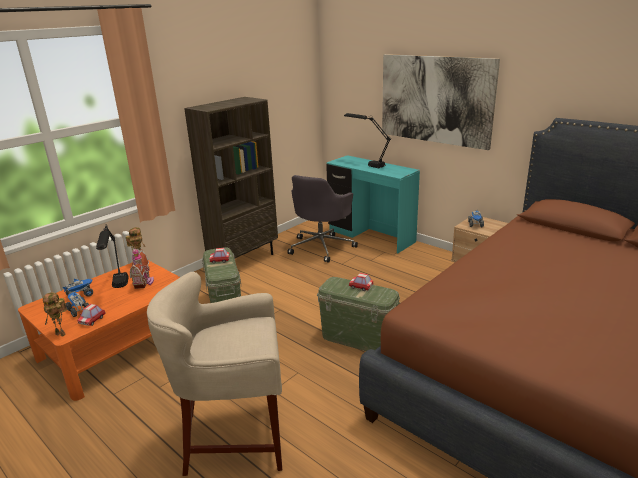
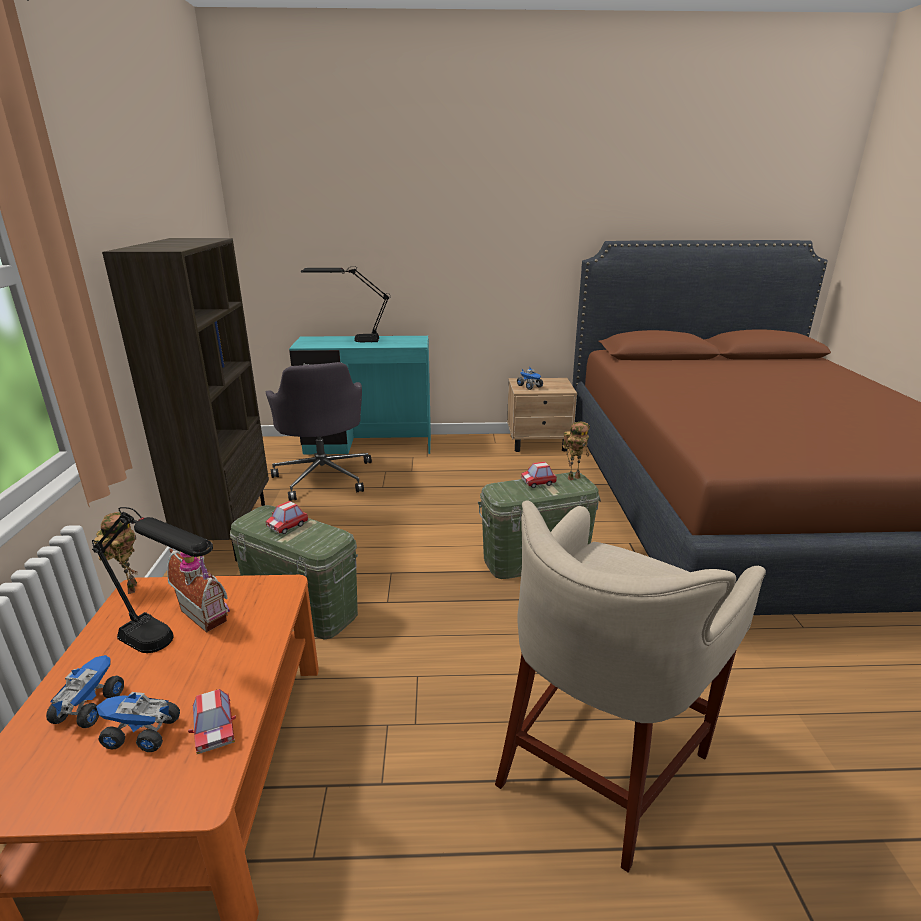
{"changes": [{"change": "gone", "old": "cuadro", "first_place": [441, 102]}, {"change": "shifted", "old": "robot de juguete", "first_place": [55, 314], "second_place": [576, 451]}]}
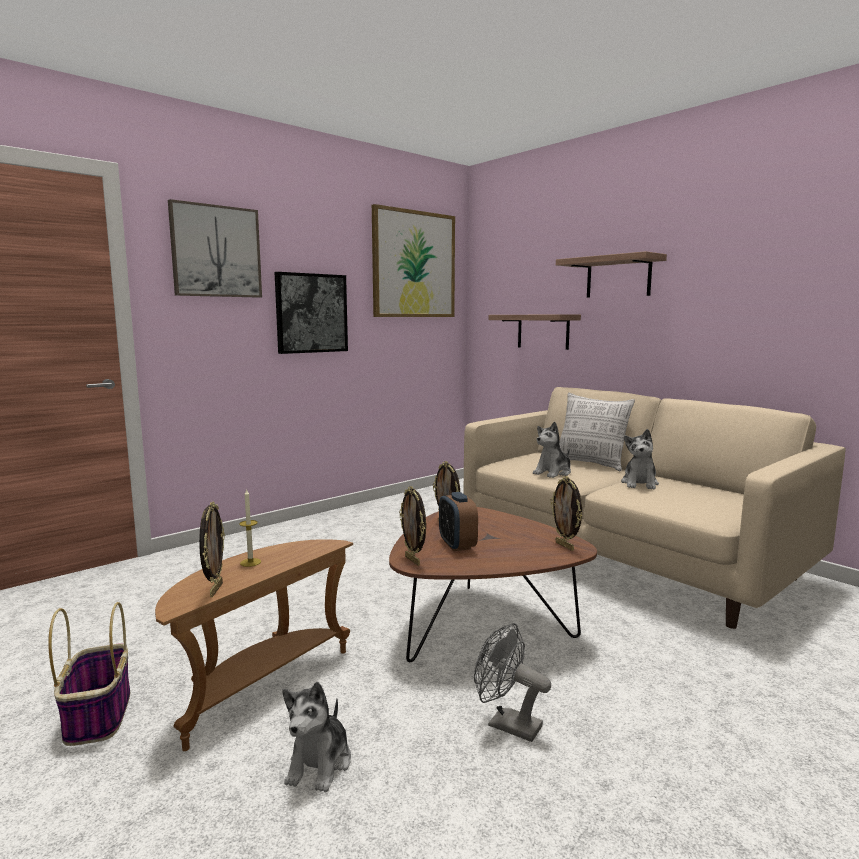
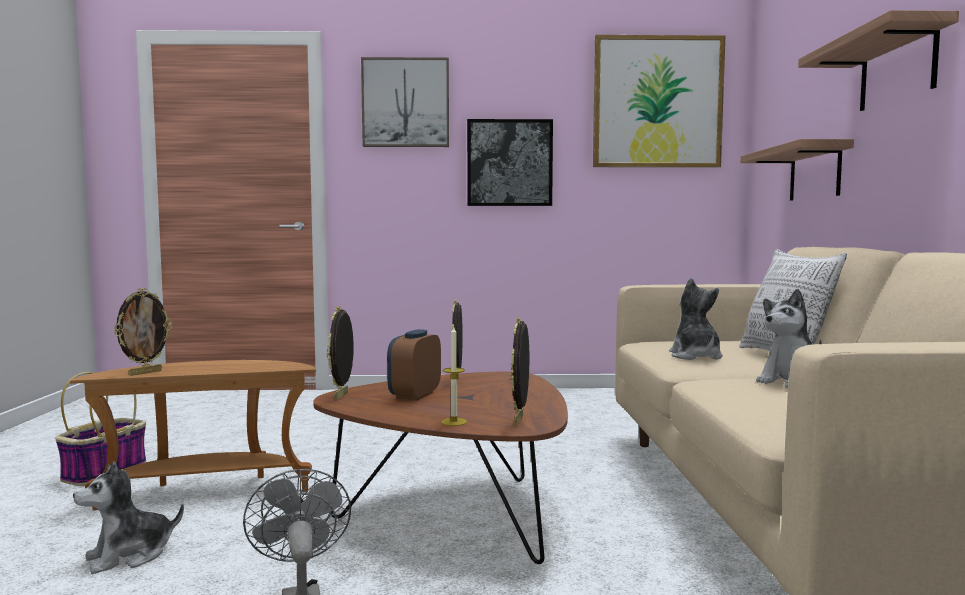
{"changes": [{"change": "shifted", "old": "vela", "first_place": [250, 528], "second_place": [454, 376]}, {"change": "rotated", "old": "peluche", "first_place": [552, 450], "second_place": [696, 319], "degrees": 90}]}
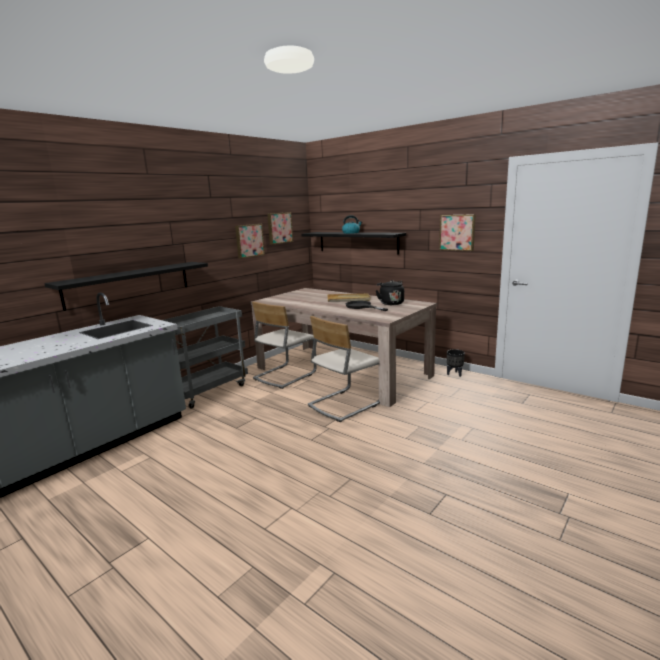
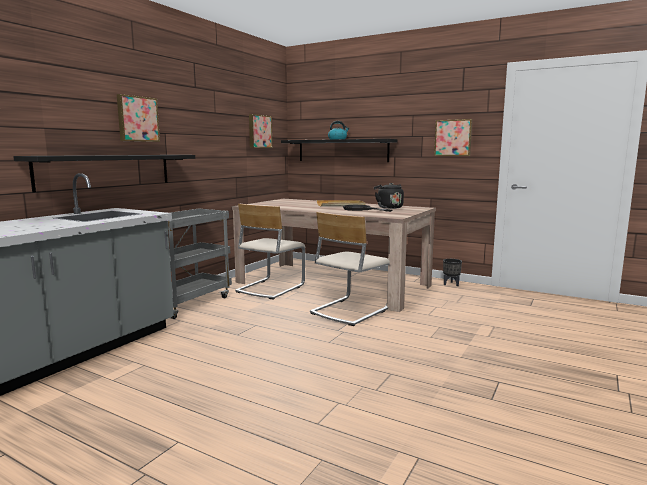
{"changes": [{"change": "shifted", "old": "cuadro", "first_place": [250, 241], "second_place": [138, 118]}]}
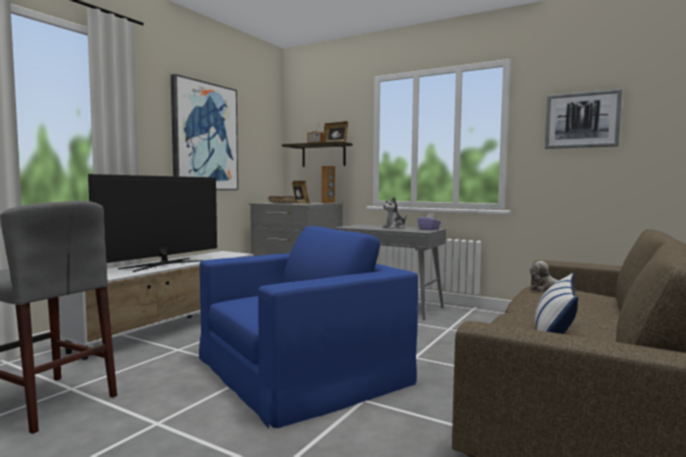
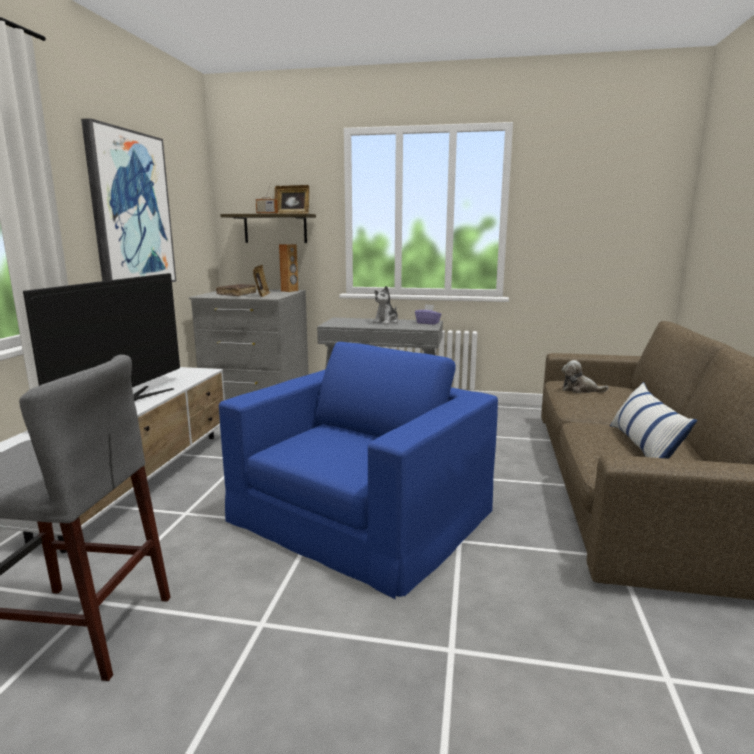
{"changes": [{"change": "gone", "old": "cuadro", "first_place": [583, 119]}]}
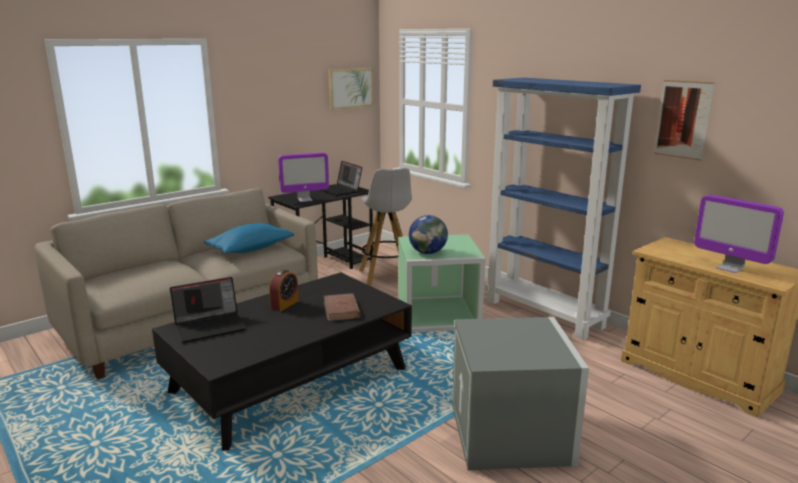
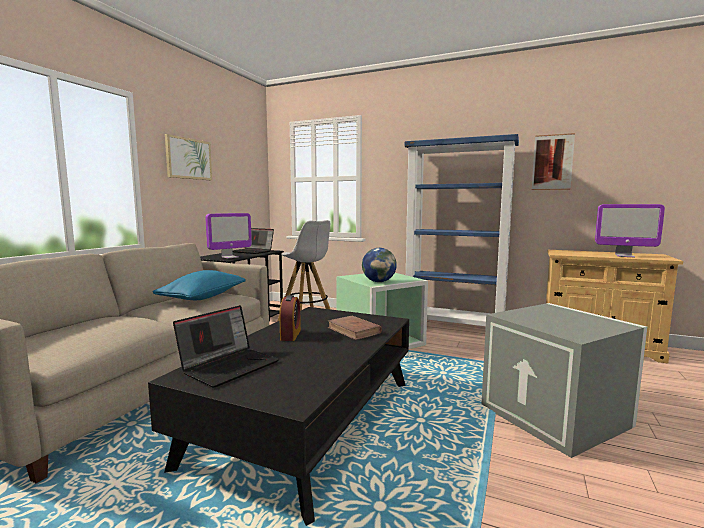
{"changes": [{"change": "shifted", "old": "cuadro", "first_place": [351, 89], "second_place": [188, 157]}]}
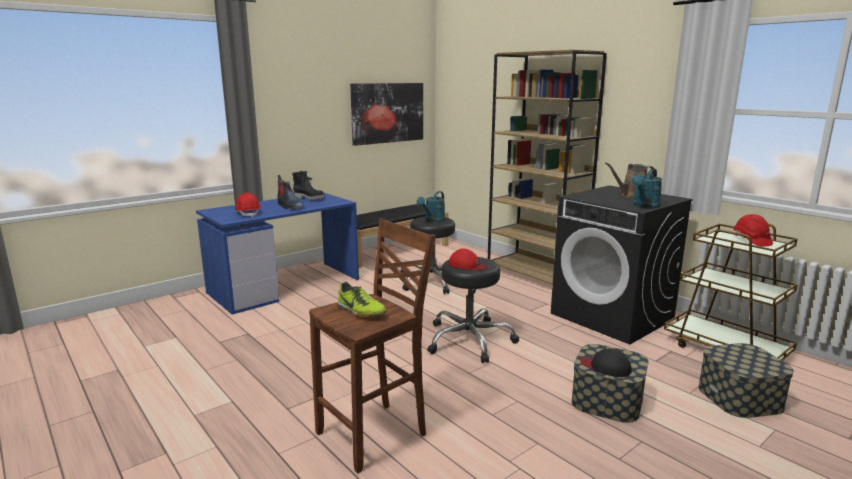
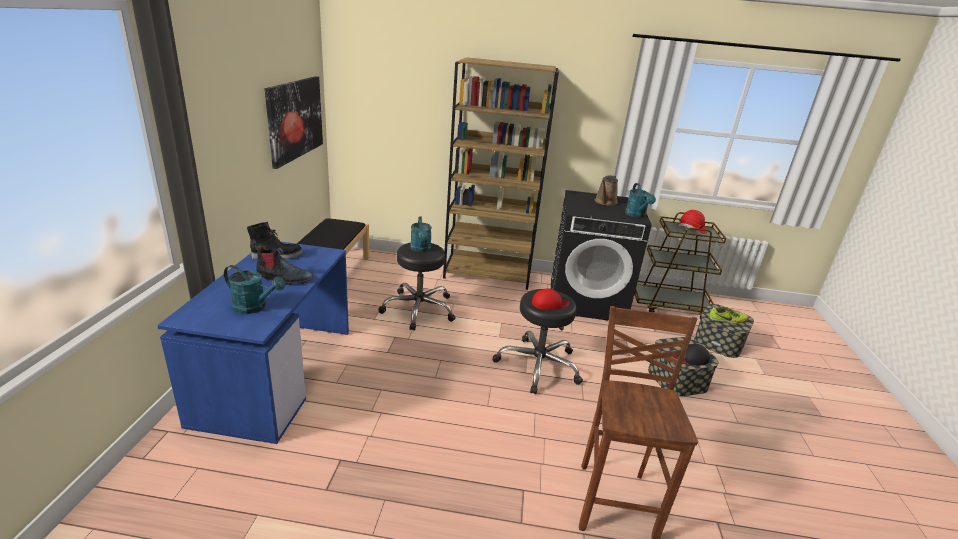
{"changes": [{"change": "shifted", "old": "zapato", "first_place": [362, 299], "second_place": [728, 314]}, {"change": "swapped", "old": "casco [rojo]", "new": "regadera [turquesa]", "first_place": [248, 205], "second_place": [254, 289]}]}
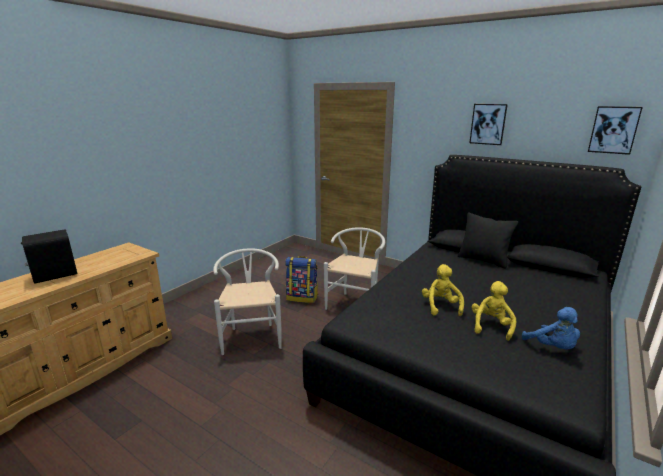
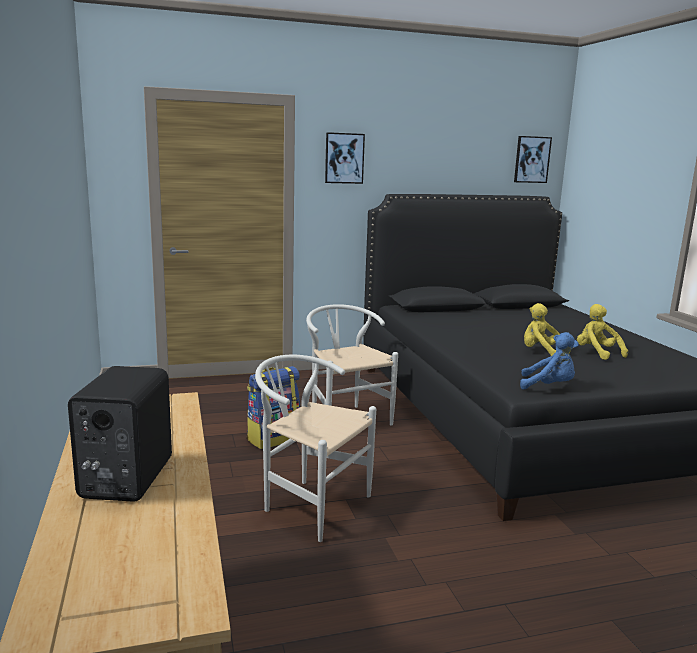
{"changes": [{"change": "gone", "old": "cojín [negro]", "first_place": [488, 240]}, {"change": "shifted", "old": "cuadro", "first_place": [488, 124], "second_place": [345, 158]}, {"change": "shifted", "old": "peluche [azul]", "first_place": [551, 328], "second_place": [549, 361]}]}
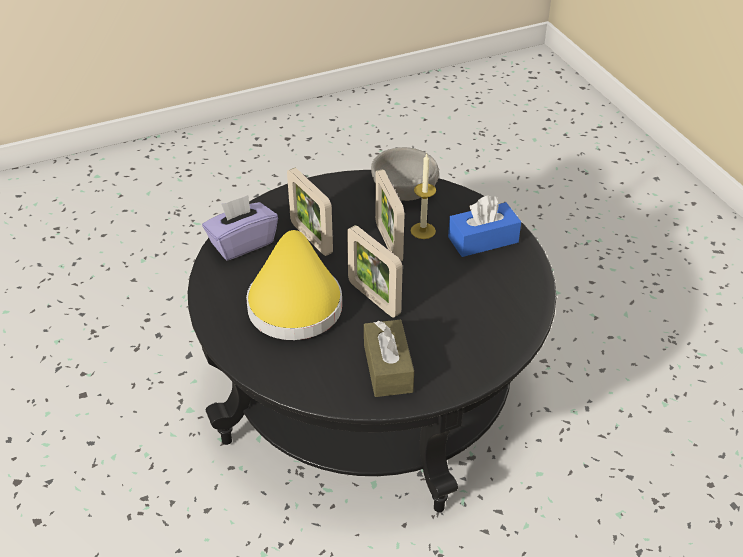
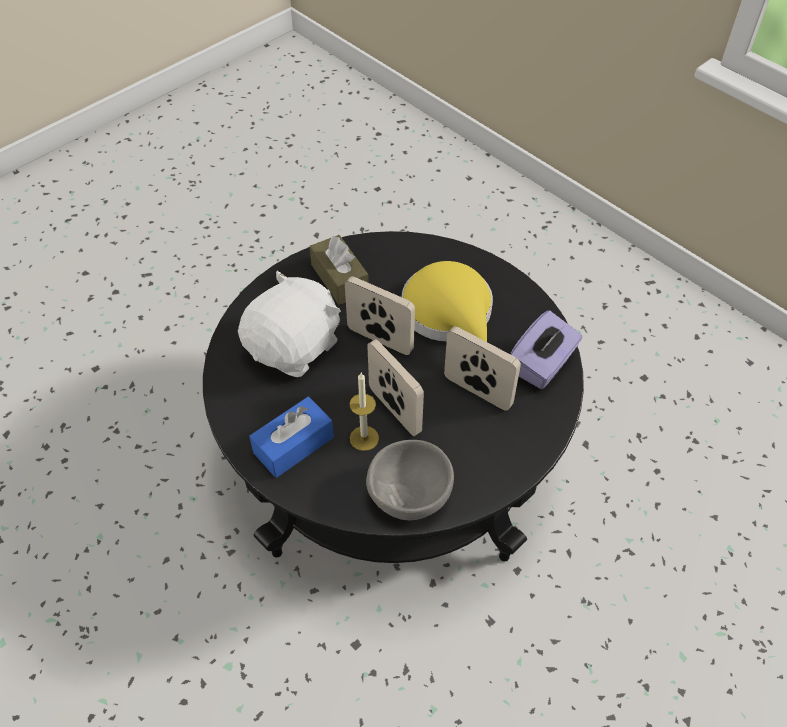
{"changes": [{"change": "new", "new": "peluche [blanco]", "second_place": [289, 324]}]}
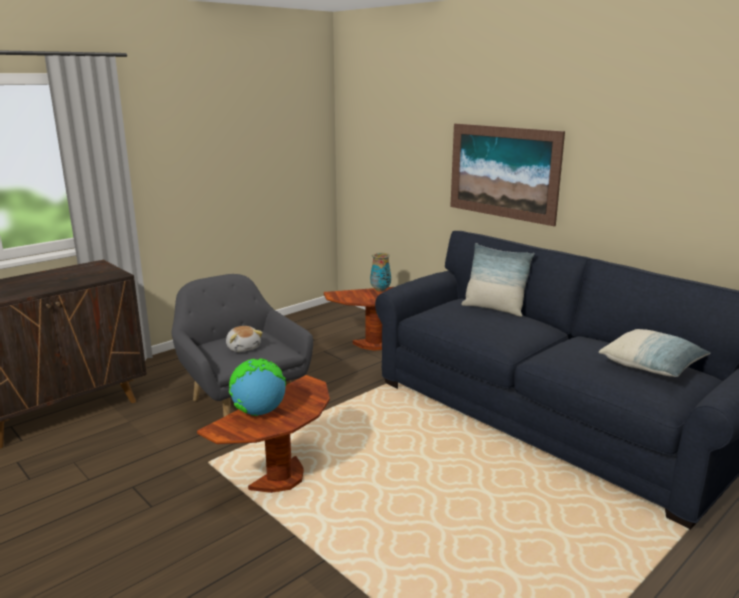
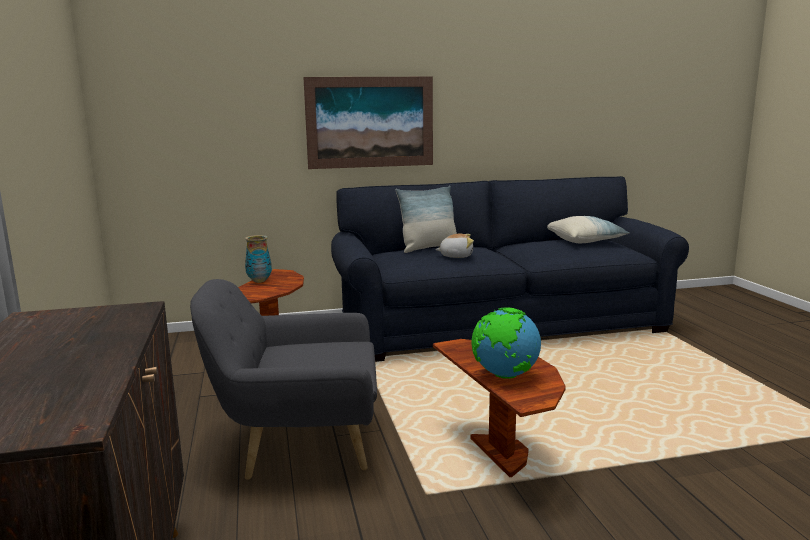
{"changes": [{"change": "shifted", "old": "peluche", "first_place": [244, 339], "second_place": [454, 246]}]}
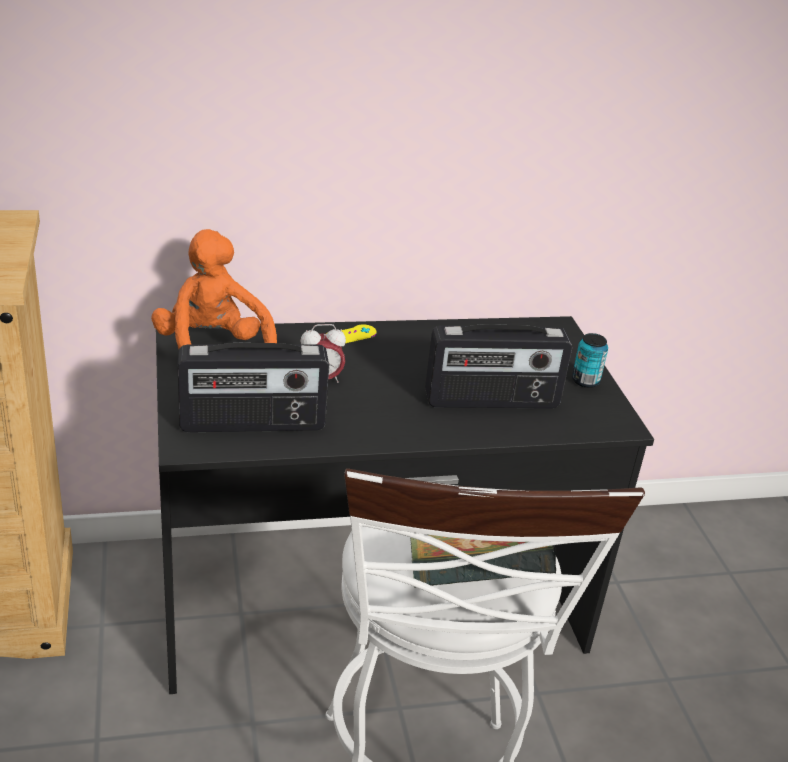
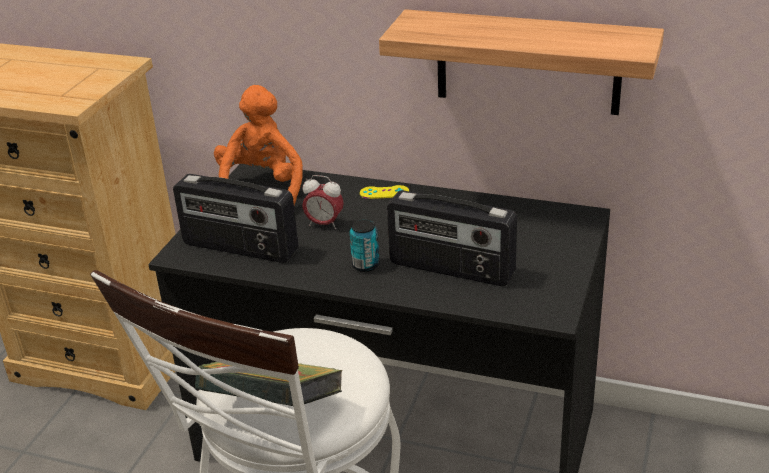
{"changes": [{"change": "new", "new": "estante", "second_place": [521, 62]}, {"change": "shifted", "old": "lata", "first_place": [590, 360], "second_place": [364, 245]}]}
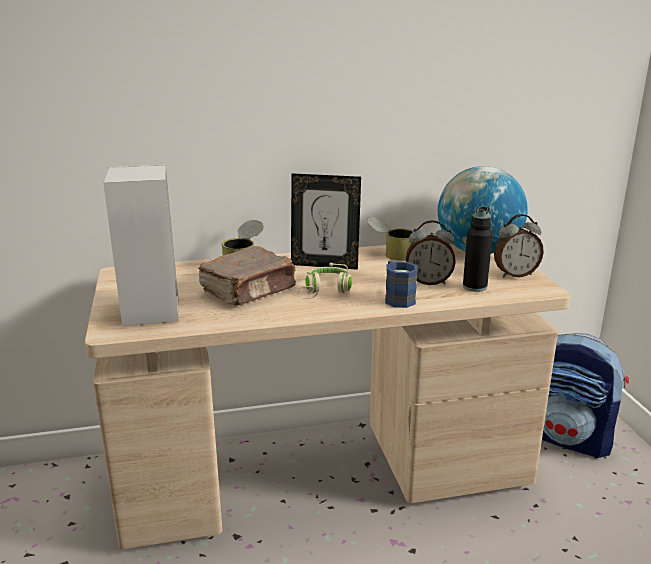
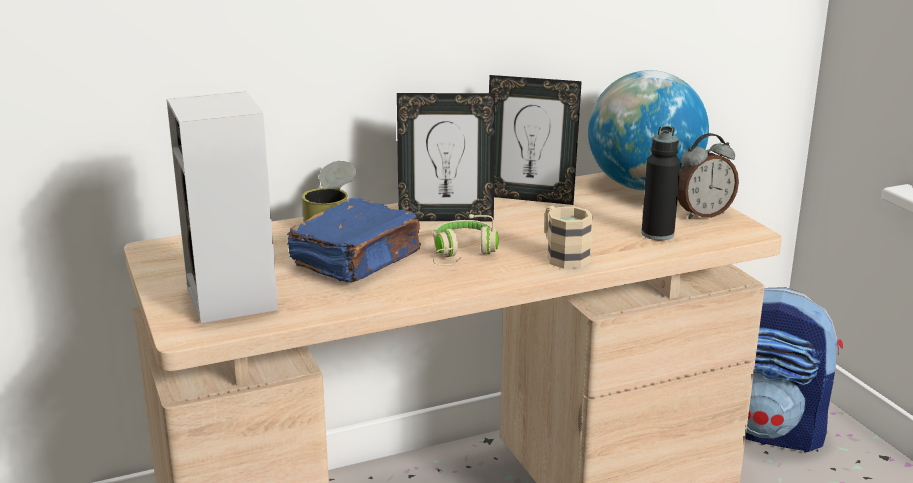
{"changes": [{"change": "gone", "old": "despertador", "first_place": [431, 252]}, {"change": "swapped", "old": "lata", "new": "portarretratos", "first_place": [390, 239], "second_place": [535, 140]}, {"change": "repainted", "old": "libro [marrón]", "new": "libro [azul]", "first_place": [247, 275], "second_place": [354, 240]}, {"change": "repainted", "old": "taza grande [azul]", "new": "taza grande [beis]", "first_place": [401, 284], "second_place": [569, 237]}]}
